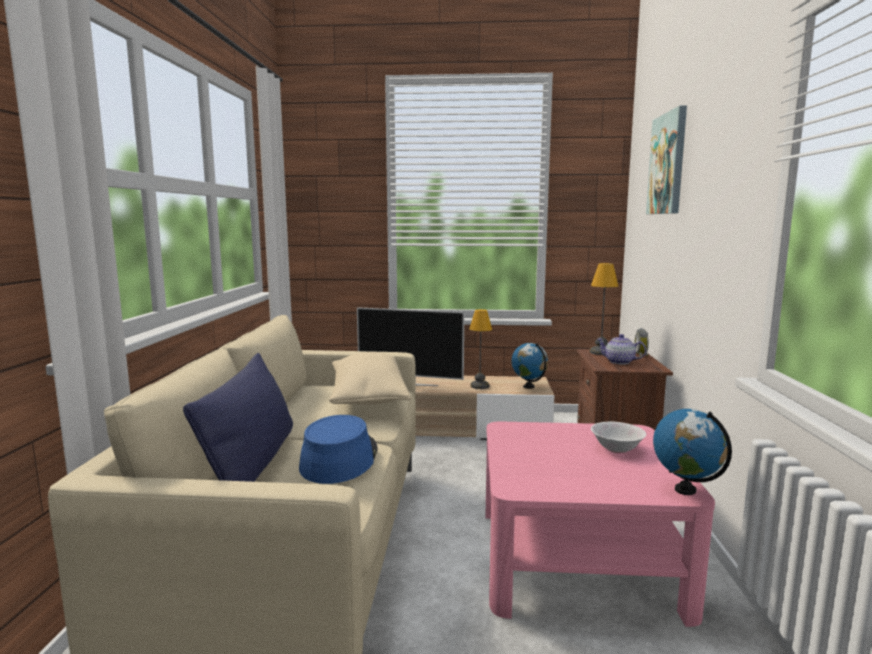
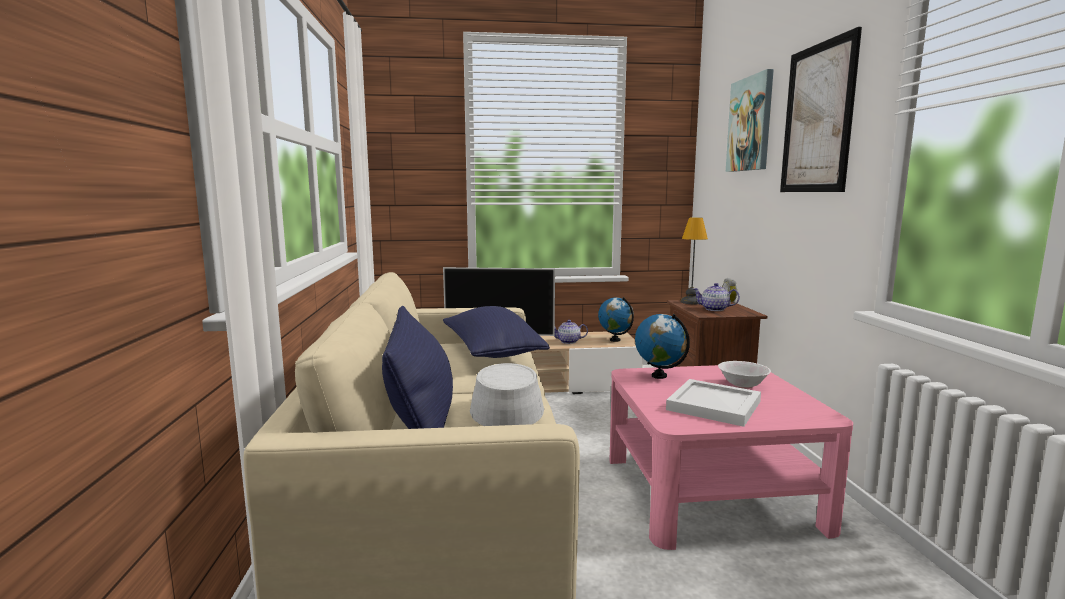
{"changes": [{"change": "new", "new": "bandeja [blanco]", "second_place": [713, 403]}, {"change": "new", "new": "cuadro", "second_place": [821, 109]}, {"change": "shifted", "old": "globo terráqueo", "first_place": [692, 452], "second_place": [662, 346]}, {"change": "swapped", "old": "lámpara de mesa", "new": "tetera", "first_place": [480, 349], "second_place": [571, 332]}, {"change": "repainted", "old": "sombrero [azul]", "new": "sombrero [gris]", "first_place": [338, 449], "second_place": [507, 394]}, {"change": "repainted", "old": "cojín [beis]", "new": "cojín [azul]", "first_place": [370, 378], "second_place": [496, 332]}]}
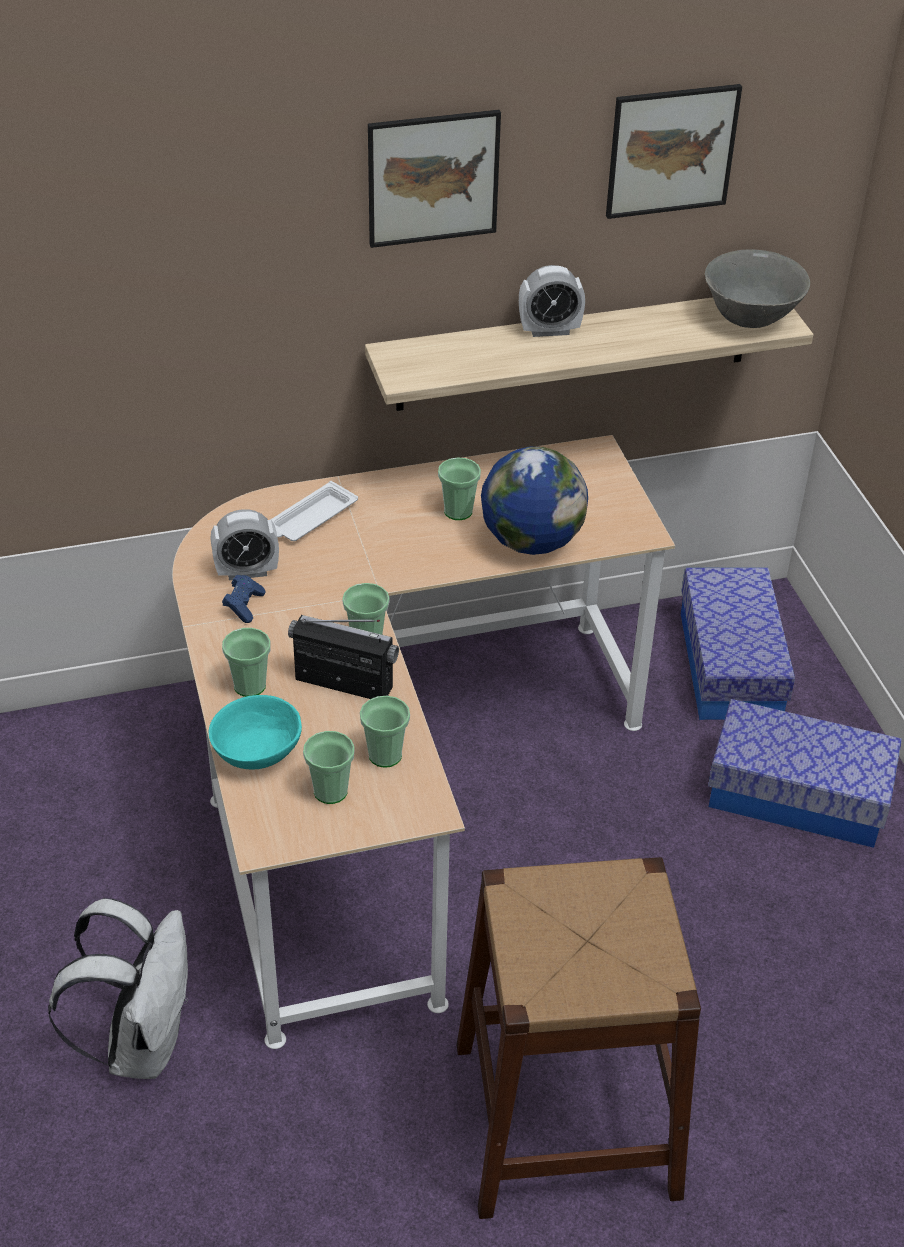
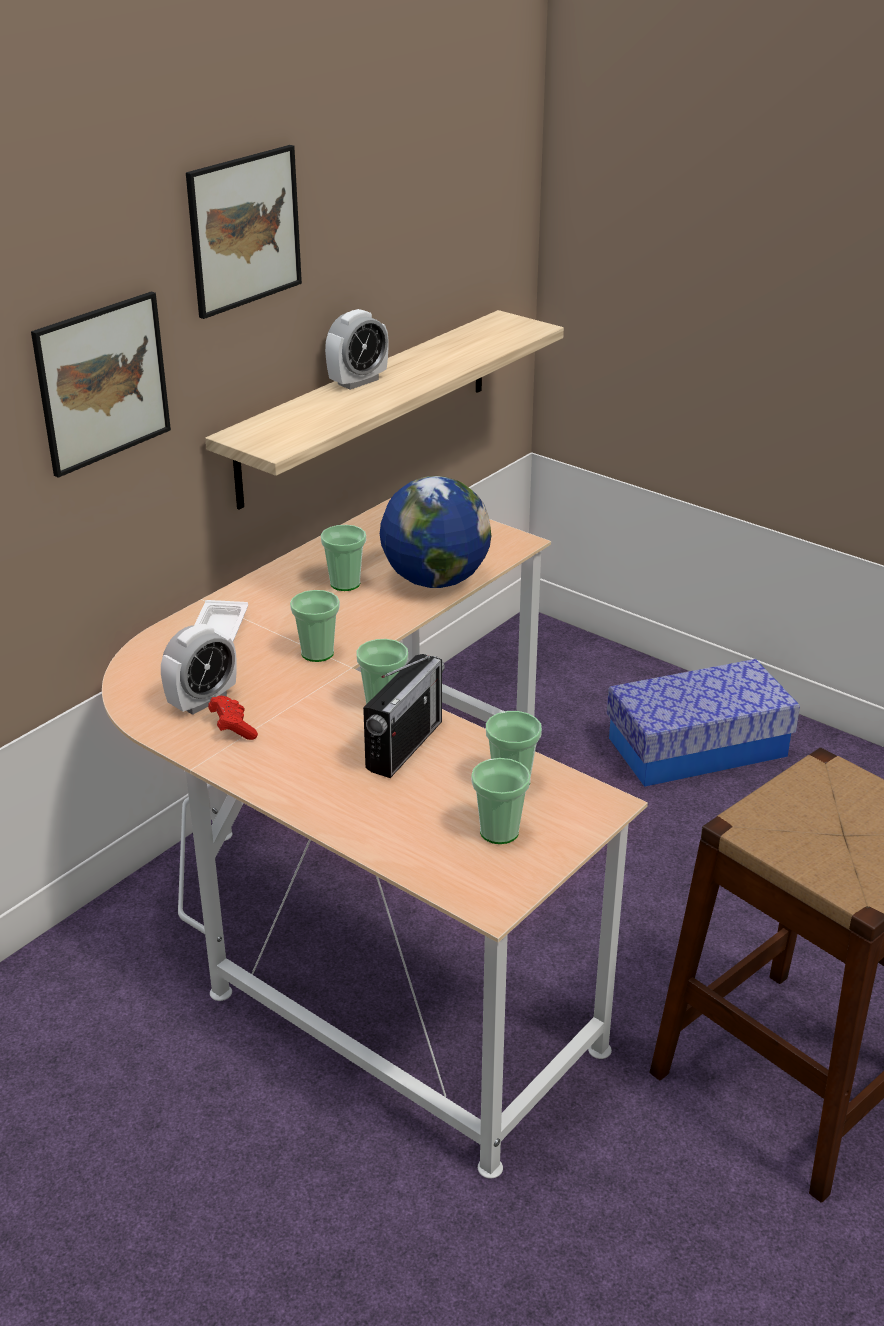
{"changes": [{"change": "gone", "old": "mochila [blanco]", "first_place": [118, 988]}, {"change": "gone", "old": "cuenco [turquesa]", "first_place": [255, 732]}, {"change": "gone", "old": "caja de almacenaje", "first_place": [738, 644]}, {"change": "gone", "old": "cuenco [gris]", "first_place": [757, 289]}, {"change": "shifted", "old": "taza", "first_place": [246, 662], "second_place": [315, 626]}, {"change": "shifted", "old": "cuadro", "first_place": [674, 151], "second_place": [101, 384]}, {"change": "repainted", "old": "mando de consola [azul]", "new": "mando de consola [rojo]", "first_place": [243, 599], "second_place": [233, 718]}, {"change": "rotated", "old": "radio", "first_place": [343, 657], "second_place": [404, 716], "degrees": 135}]}
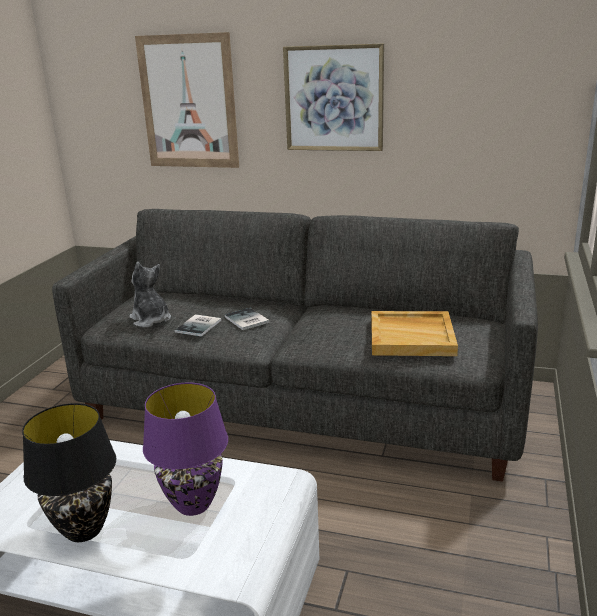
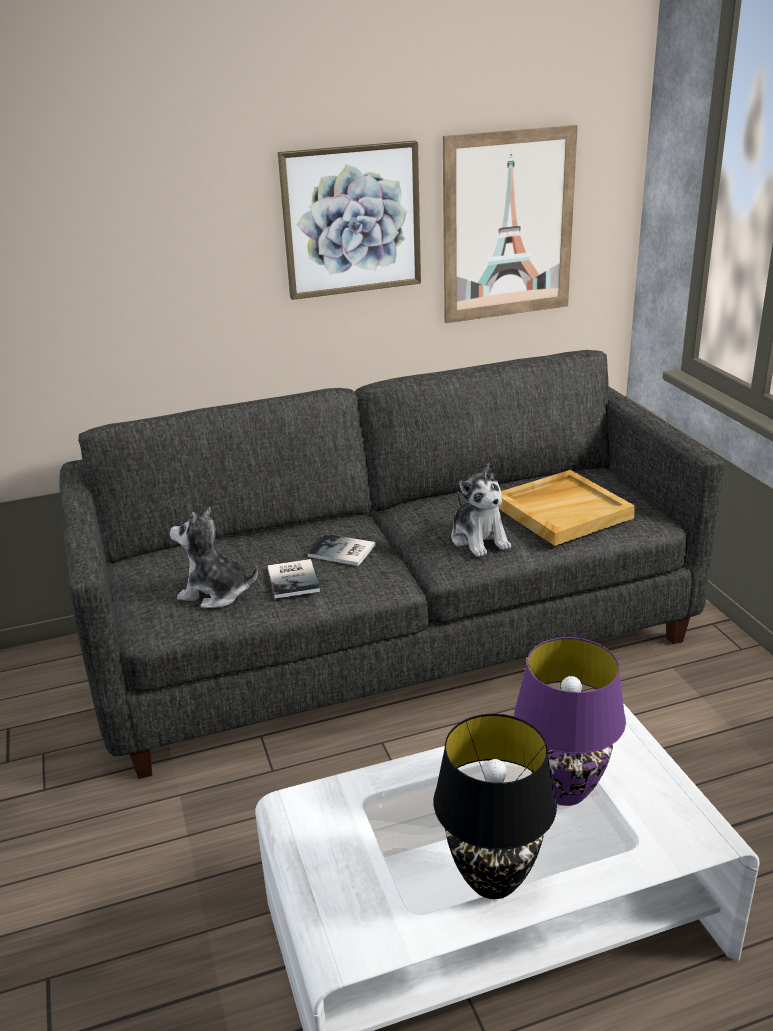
{"changes": [{"change": "new", "new": "peluche", "second_place": [481, 510]}, {"change": "shifted", "old": "cuadro", "first_place": [187, 100], "second_place": [510, 224]}]}
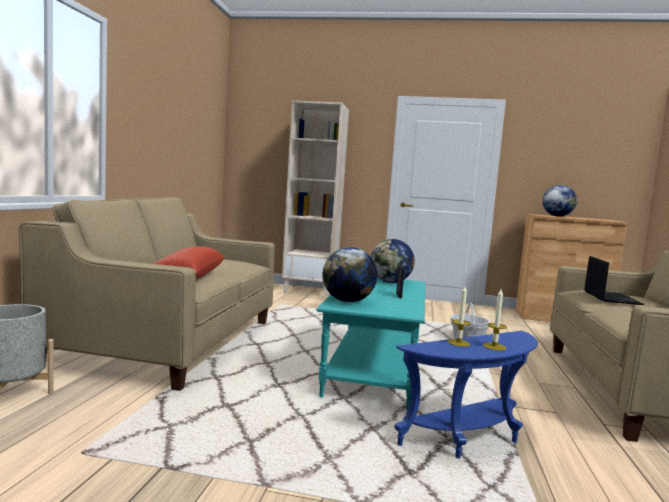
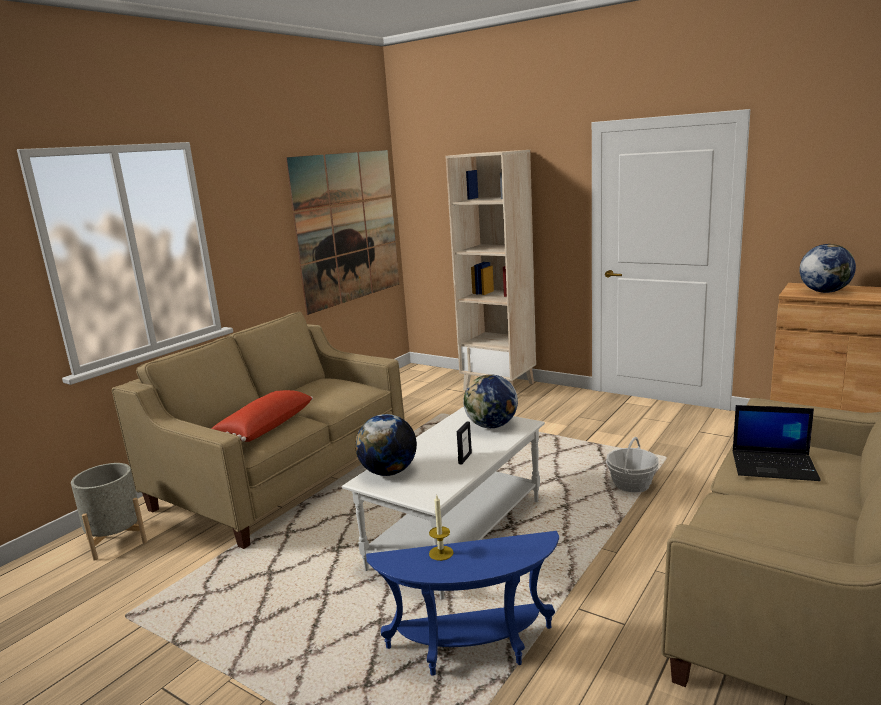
{"changes": [{"change": "gone", "old": "vela", "first_place": [495, 320]}, {"change": "new", "new": "cuadro", "second_place": [342, 232]}, {"change": "repainted", "old": "mesa de centro [turquesa]", "new": "mesa de centro [blanco]", "first_place": [370, 343], "second_place": [443, 503]}, {"change": "rotated", "old": "portátil", "first_place": [614, 280], "second_place": [777, 443], "degrees": 75}]}
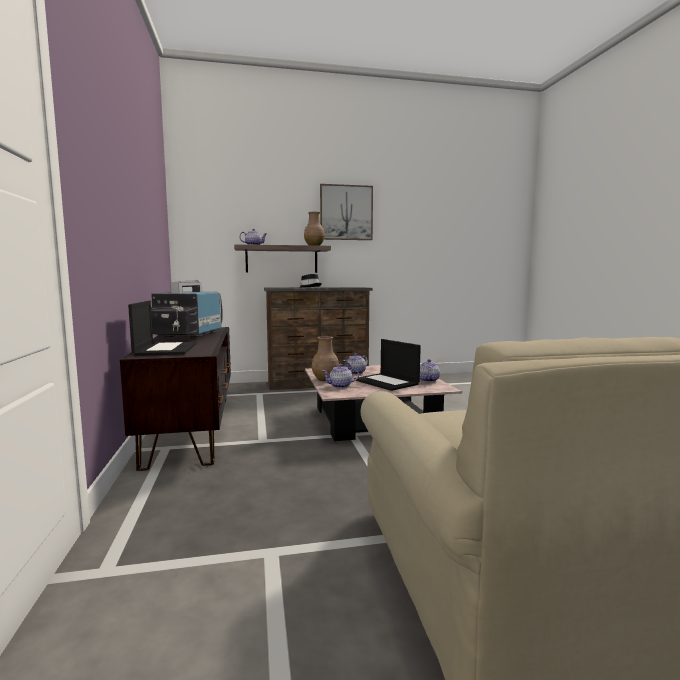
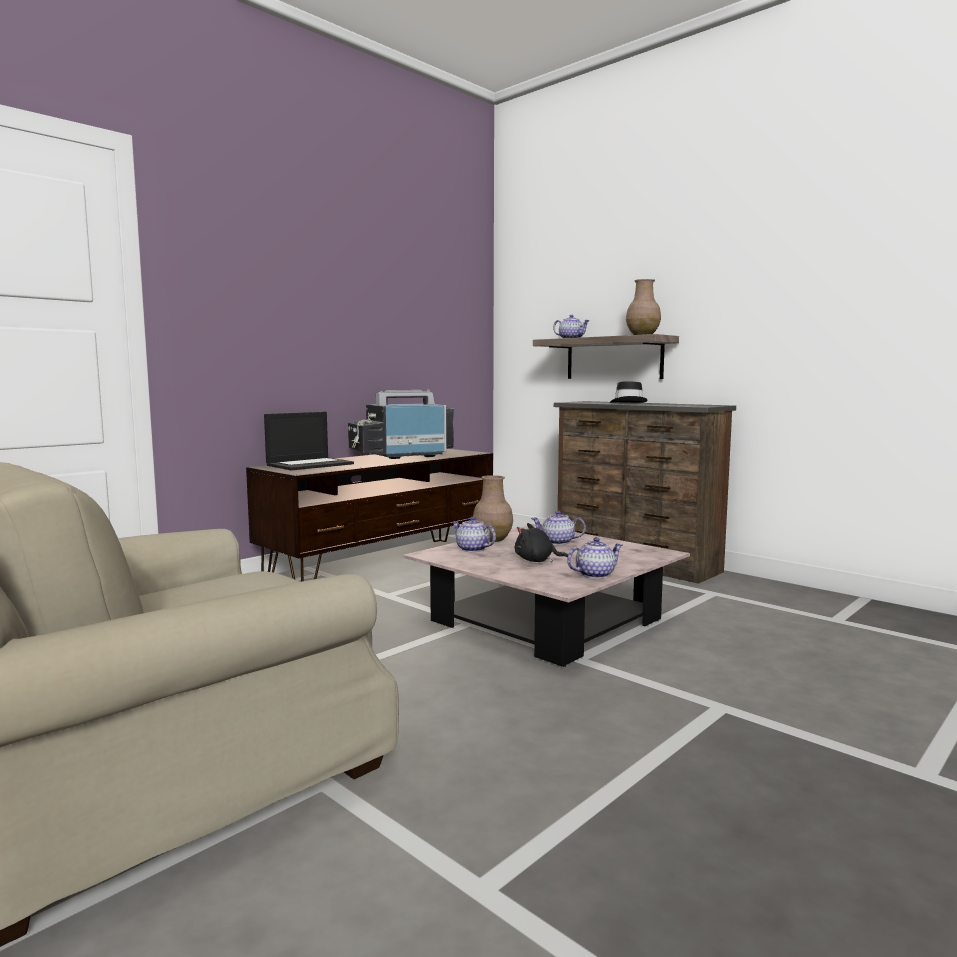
{"changes": [{"change": "gone", "old": "cuadro", "first_place": [346, 212]}, {"change": "swapped", "old": "portátil", "new": "peluche [negro]", "first_place": [387, 365], "second_place": [541, 542]}]}
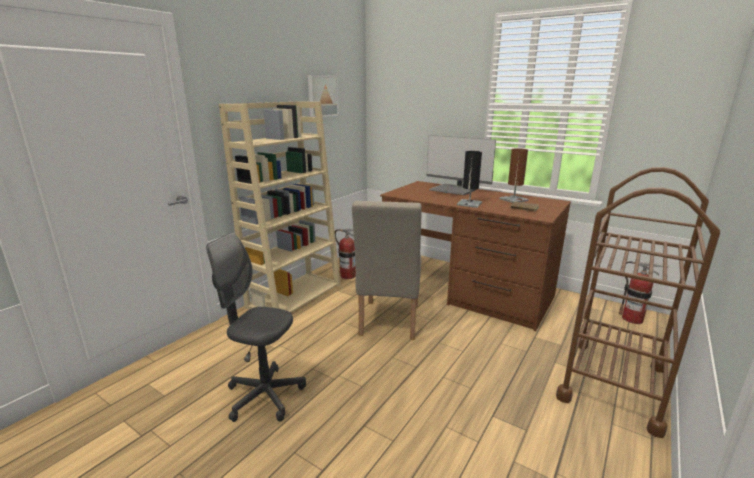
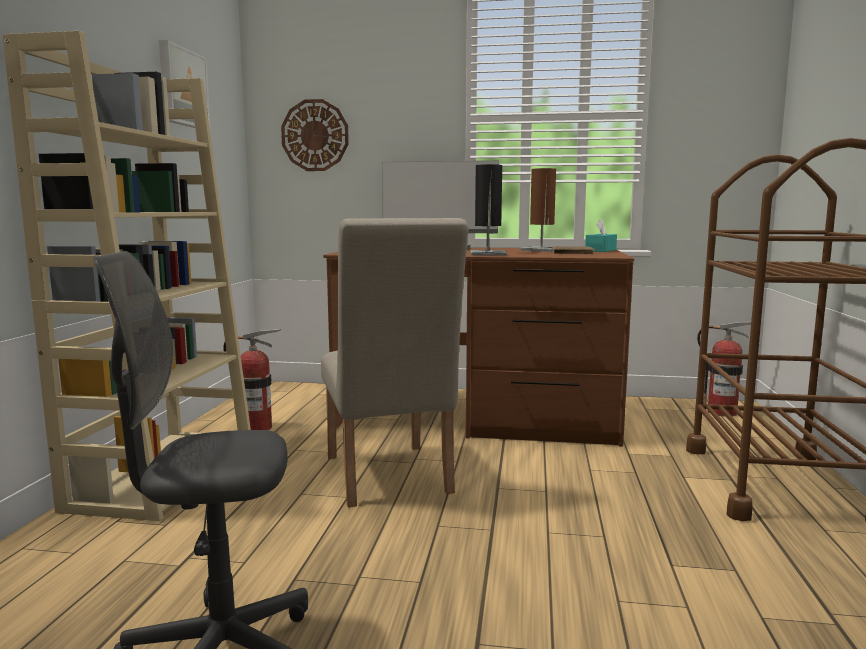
{"changes": [{"change": "new", "new": "reloj de pared", "second_place": [315, 135]}, {"change": "new", "new": "caja de pañuelos [turquesa]", "second_place": [601, 235]}]}
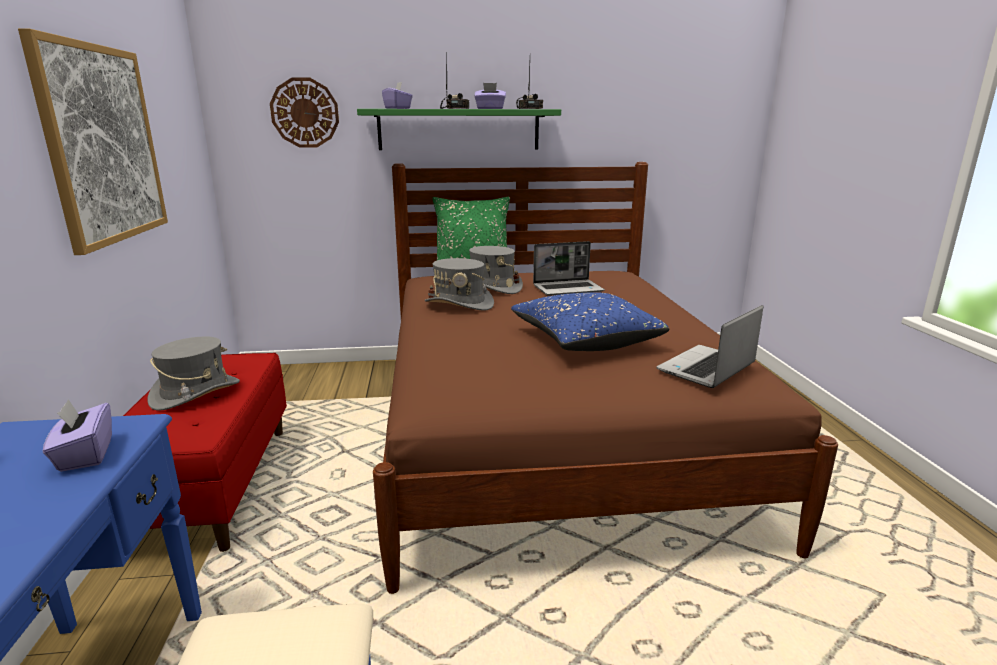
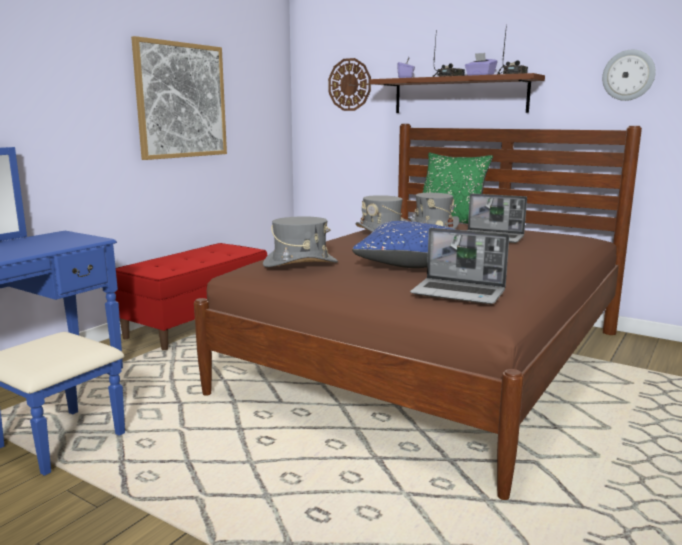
{"changes": [{"change": "gone", "old": "caja de pañuelos [morado]", "first_place": [77, 435]}, {"change": "new", "new": "reloj de pared", "second_place": [629, 75]}, {"change": "shifted", "old": "sombrero [gris]", "first_place": [193, 374], "second_place": [300, 241]}, {"change": "repainted", "old": "estante [verde]", "new": "estante [marrón]", "first_place": [459, 129], "second_place": [457, 93]}, {"change": "rotated", "old": "portátil", "first_place": [710, 346], "second_place": [459, 266], "degrees": -150}]}
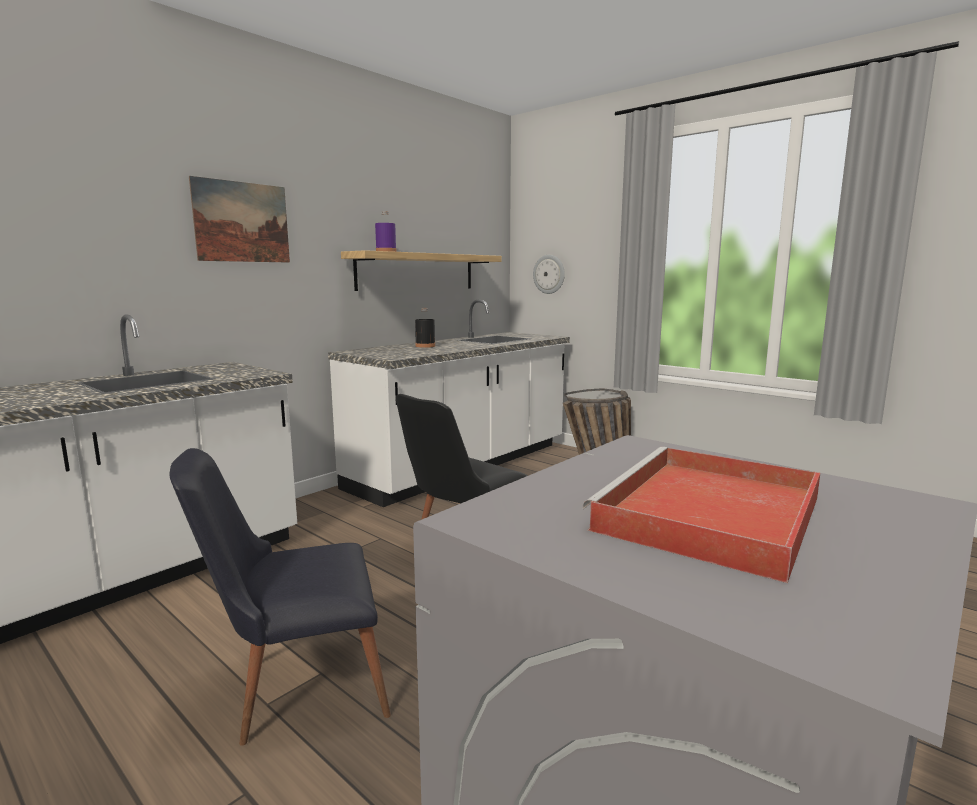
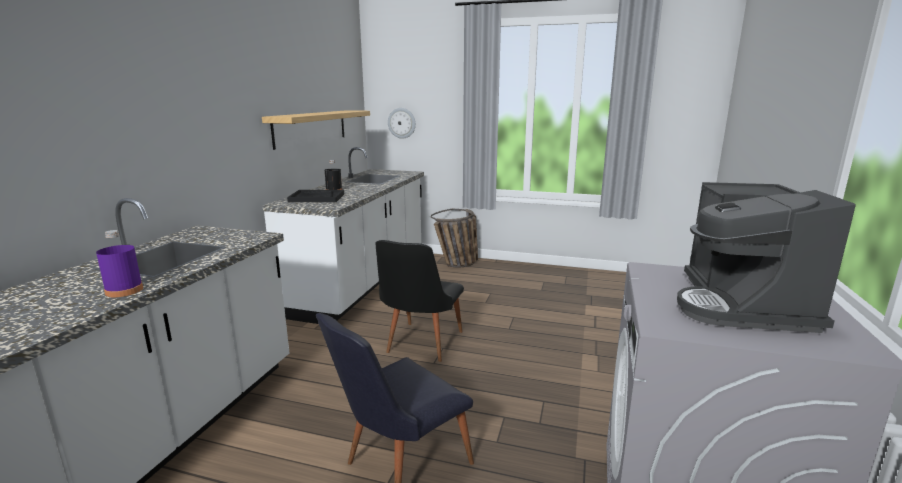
{"changes": [{"change": "gone", "old": "cuadro", "first_place": [239, 219]}, {"change": "new", "new": "bandeja [negro]", "second_place": [315, 196]}, {"change": "shifted", "old": "botella [morado]", "first_place": [386, 231], "second_place": [119, 263]}, {"change": "swapped", "old": "bandeja [rojo]", "new": "cafetera", "first_place": [701, 515], "second_place": [766, 257]}]}
